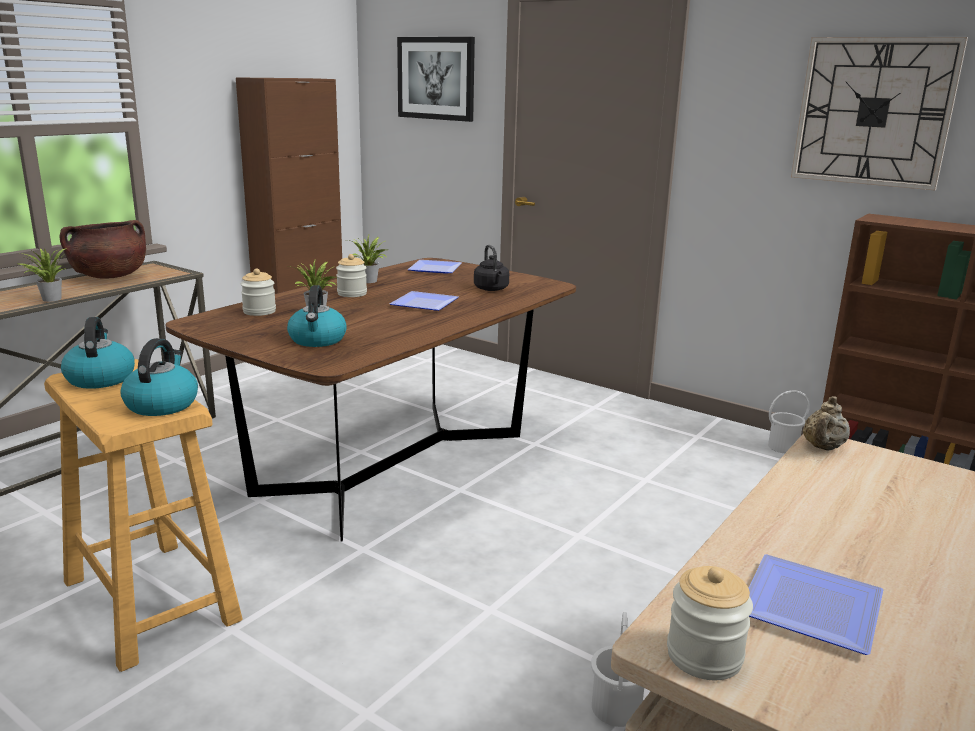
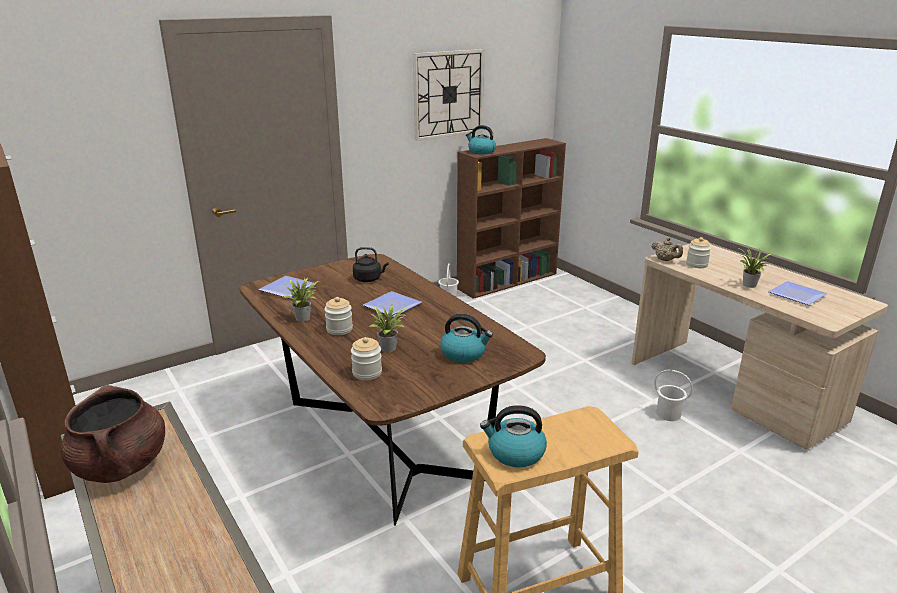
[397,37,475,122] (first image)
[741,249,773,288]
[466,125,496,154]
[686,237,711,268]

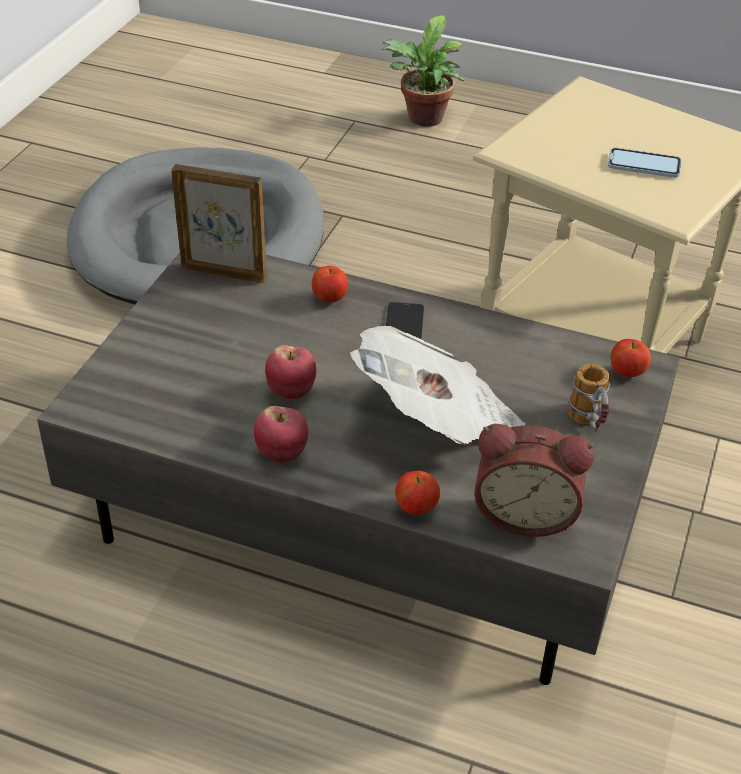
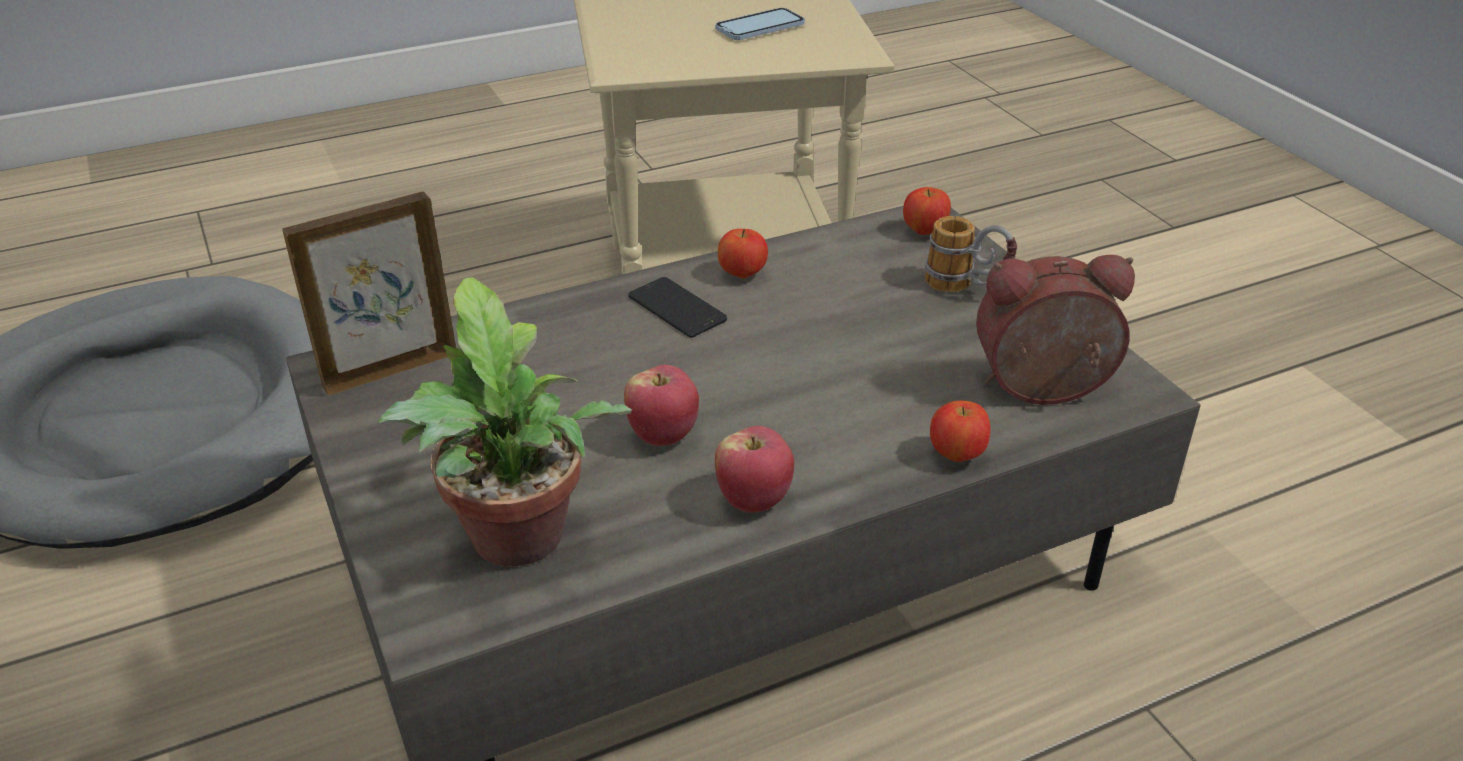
[350,326,525,445] (first image)
[718,229,768,279]
[378,277,632,567]
[976,255,1135,405]

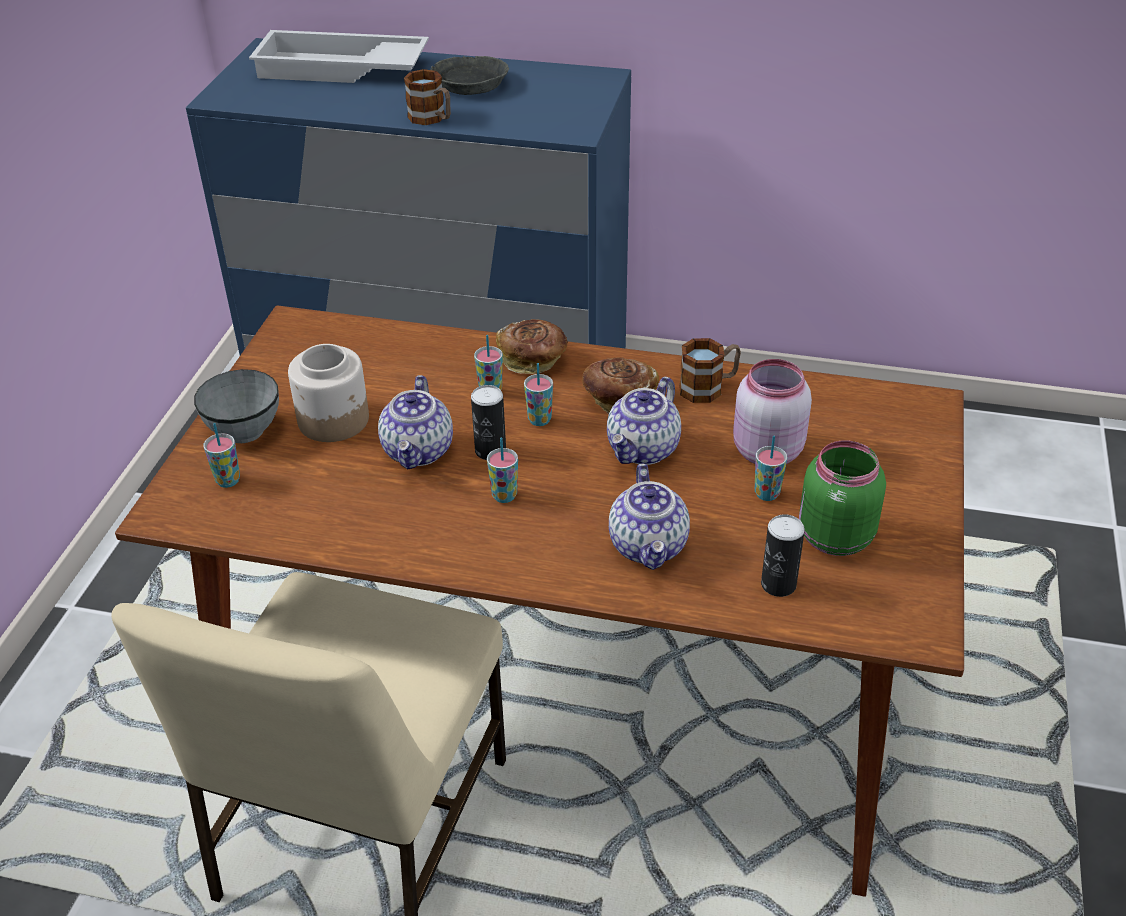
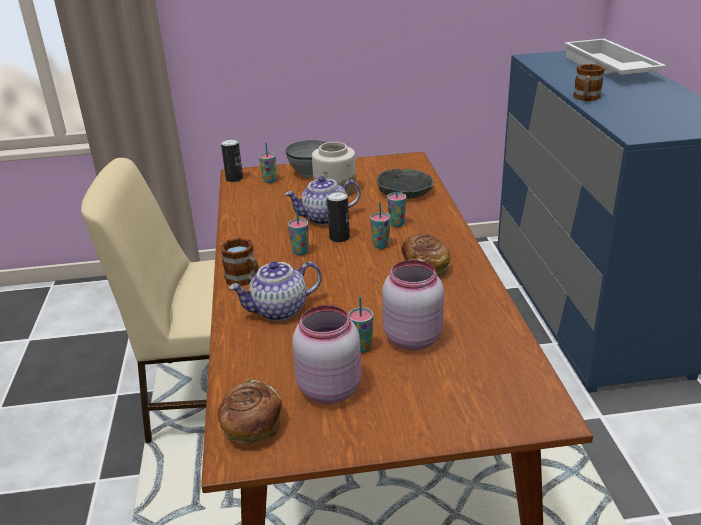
[607,377,681,465] (first image)
[376,169,434,199]
[218,379,282,443]
[220,238,258,286]
[221,138,243,182]
[292,305,361,404]

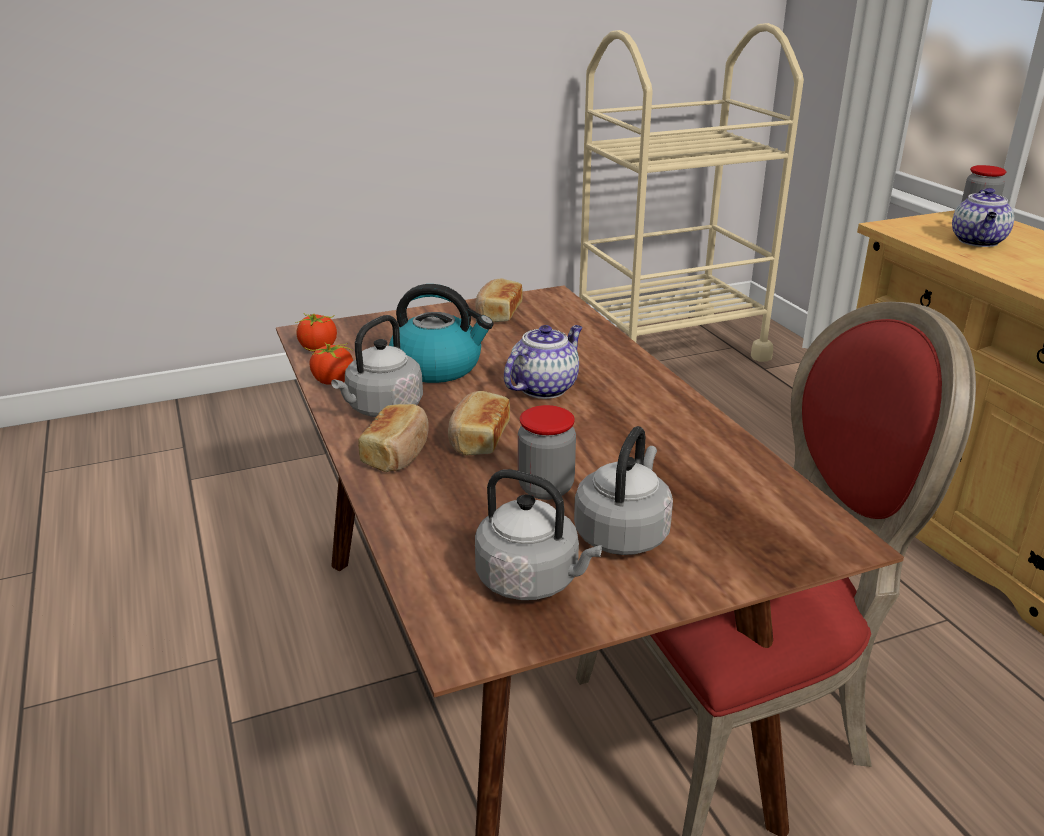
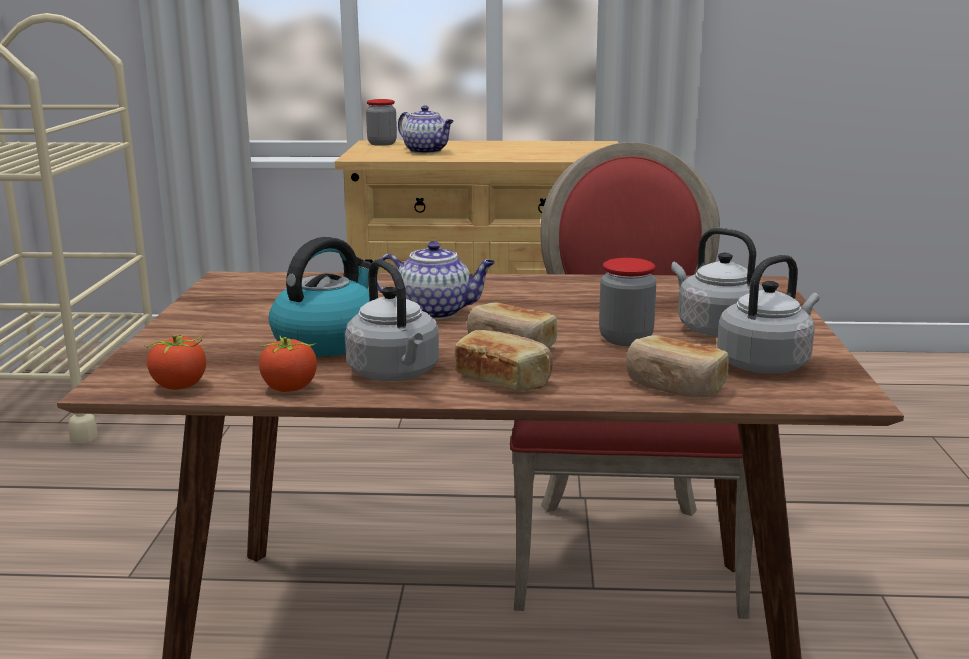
[626,335,729,397]
[377,241,496,320]

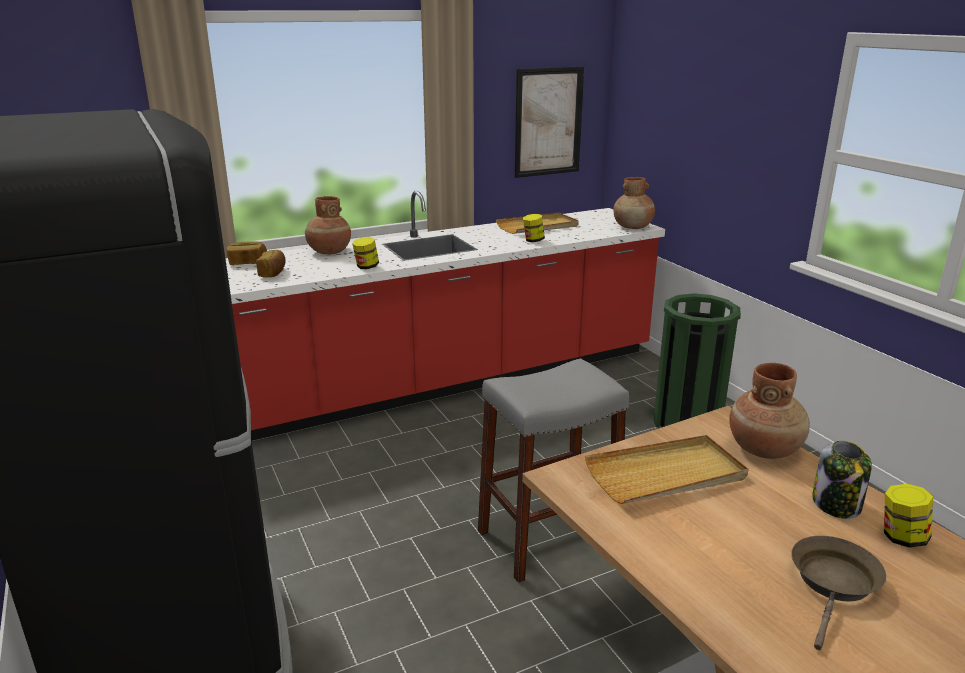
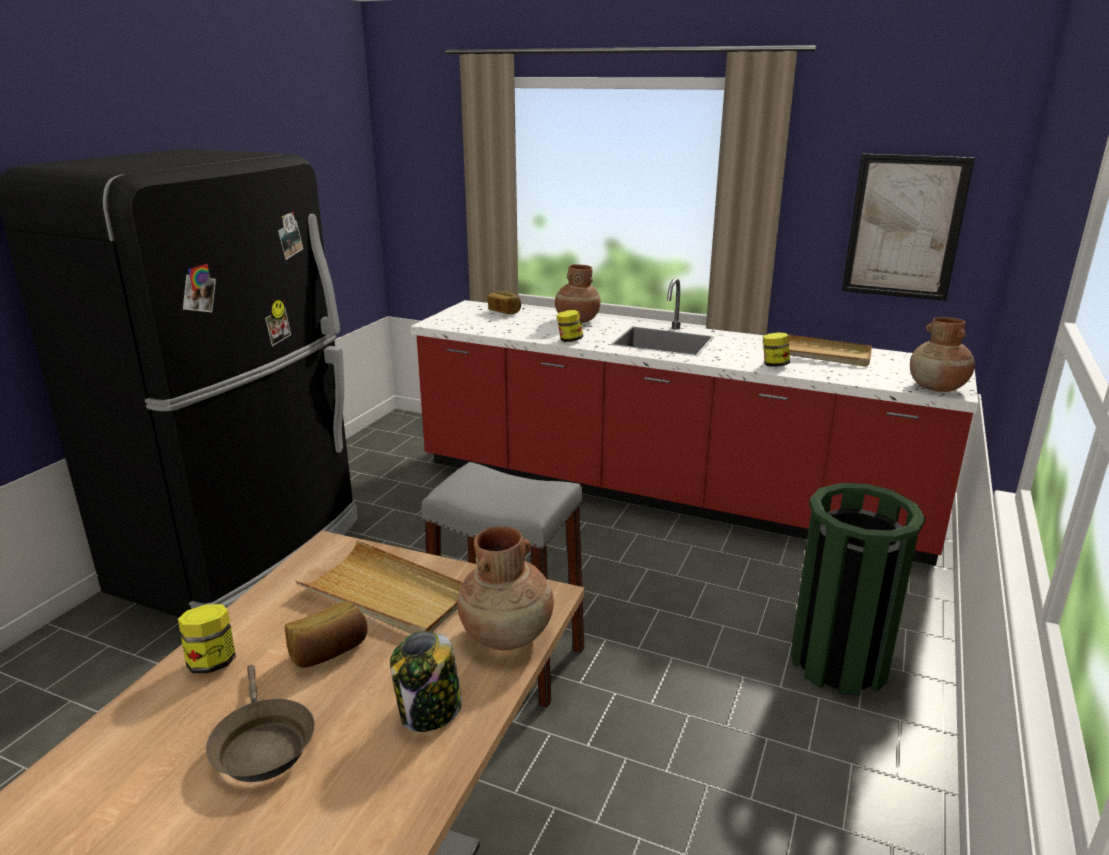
[285,601,368,668]
[178,604,236,673]
[206,665,315,782]

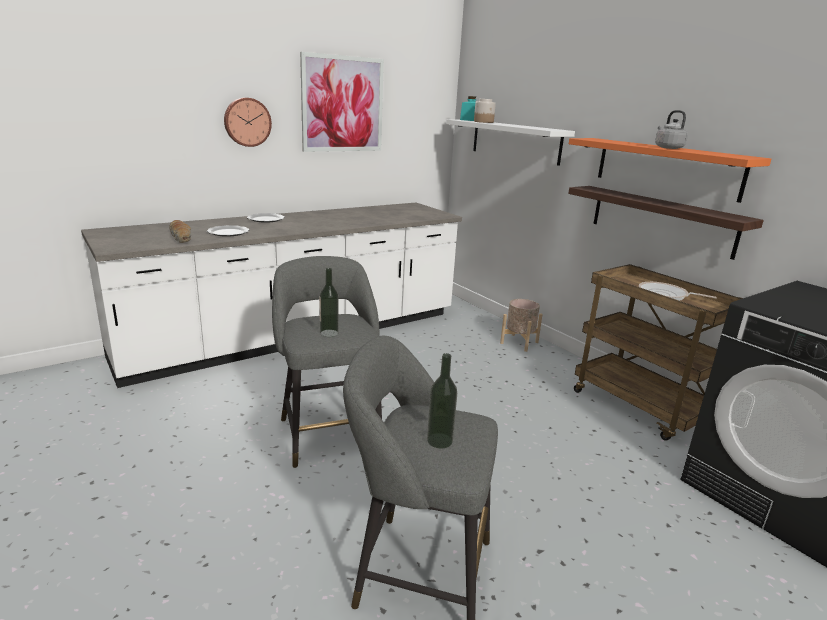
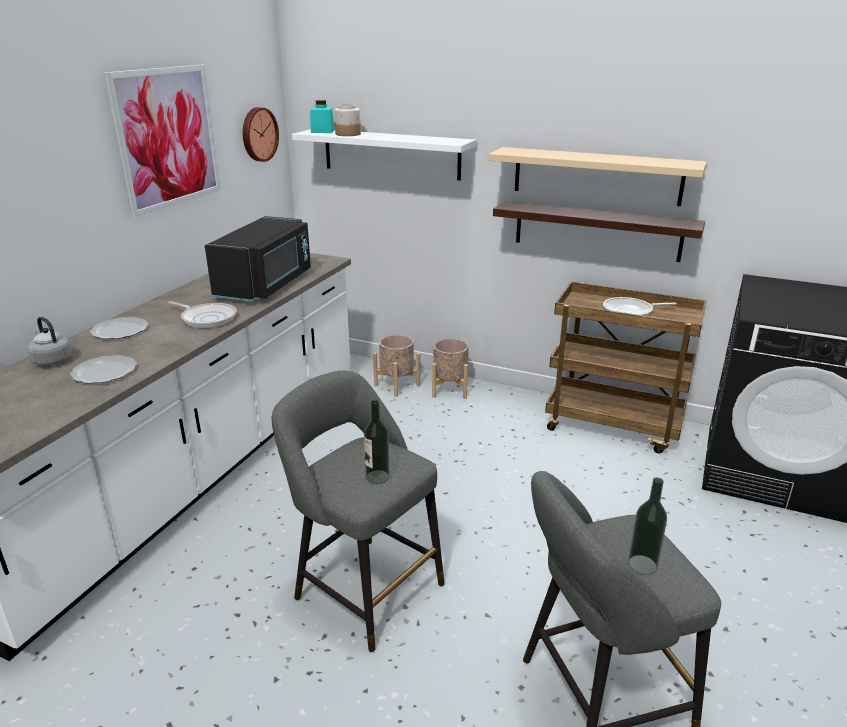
[169,220,191,243] (first image)
[167,301,237,328]
[205,216,311,302]
[373,335,420,397]
[243,107,279,162]
[28,317,72,366]
[488,147,707,206]

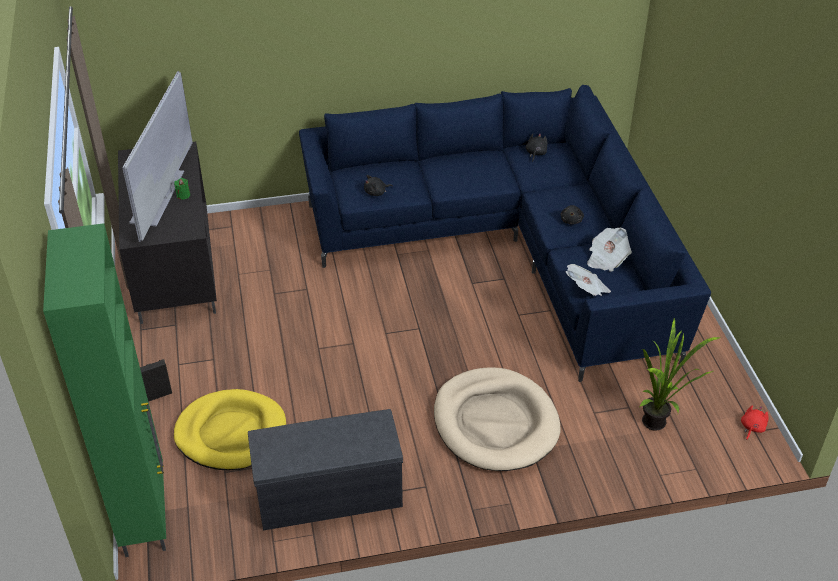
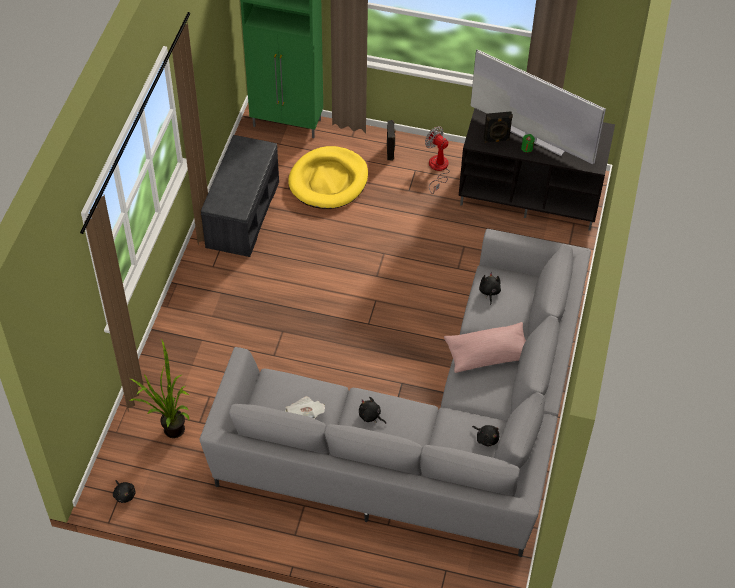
[434,367,561,471] (first image)
[565,264,611,296] (first image)
[425,126,450,194]
[444,322,526,373]
[484,111,513,143]
[200,229,591,557]
[113,480,136,503]

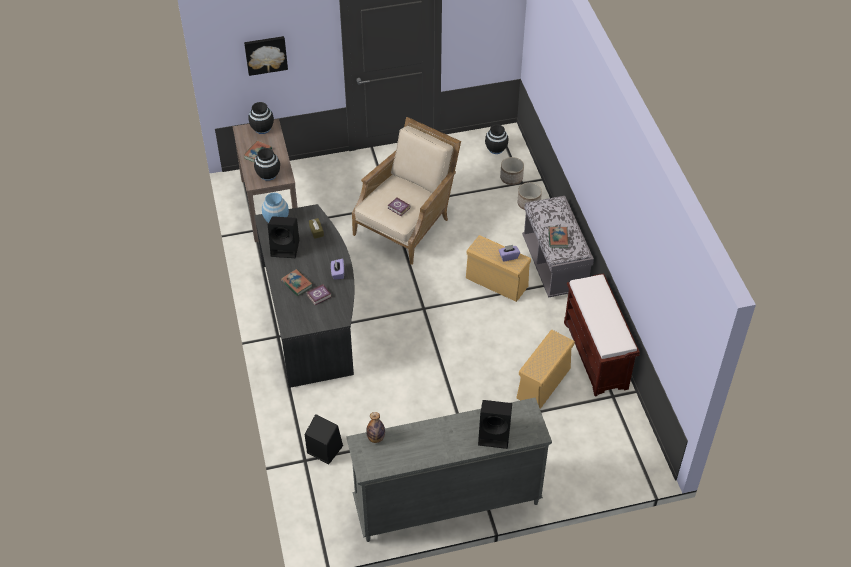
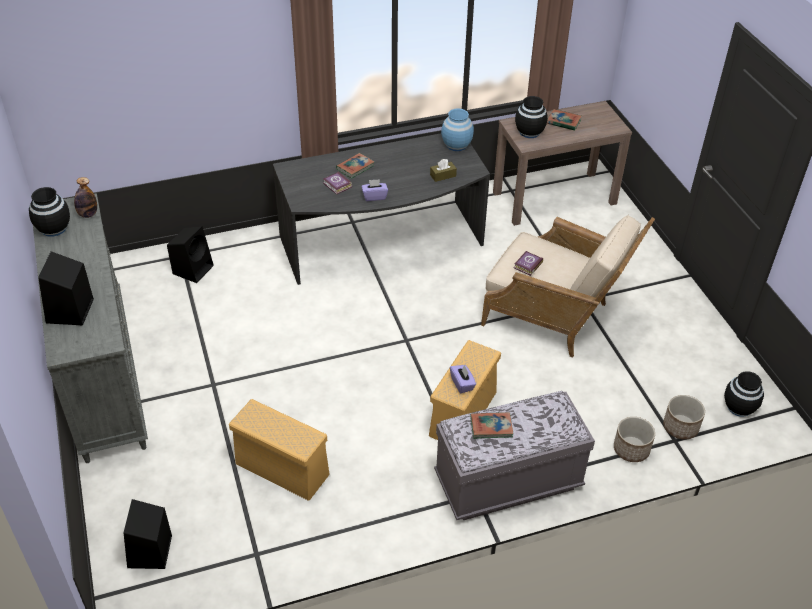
[244,36,288,76] (first image)
[564,273,640,396] (first image)
[29,187,70,237]
[124,499,172,569]

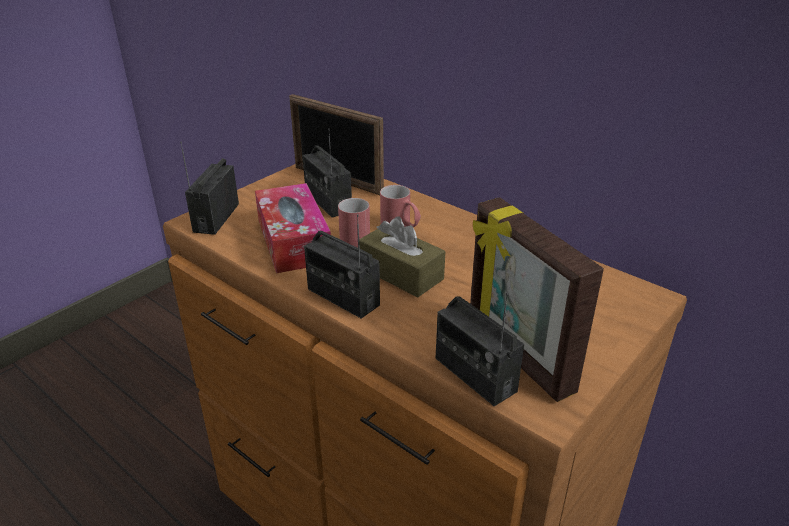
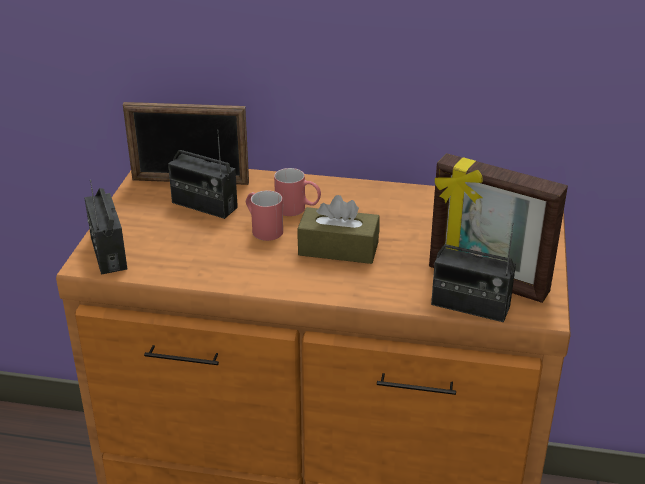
[255,183,331,273] (first image)
[304,214,380,318] (first image)

